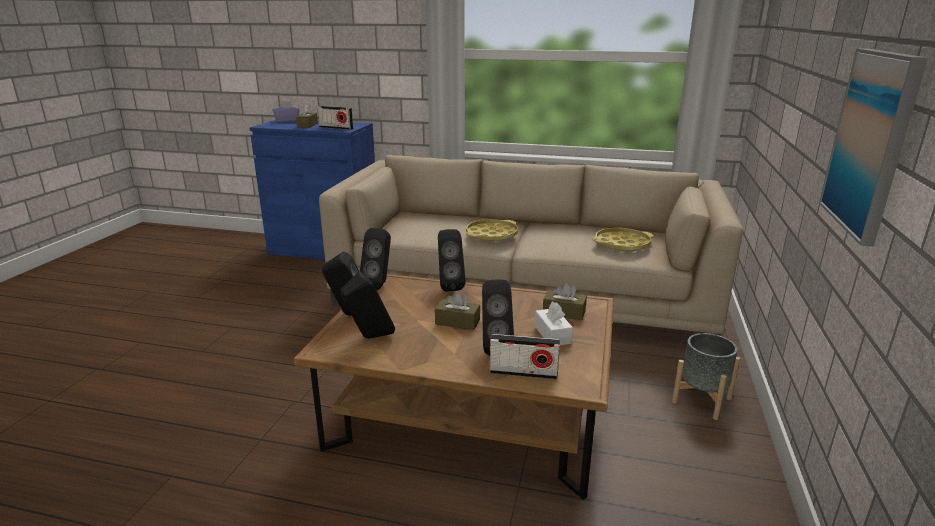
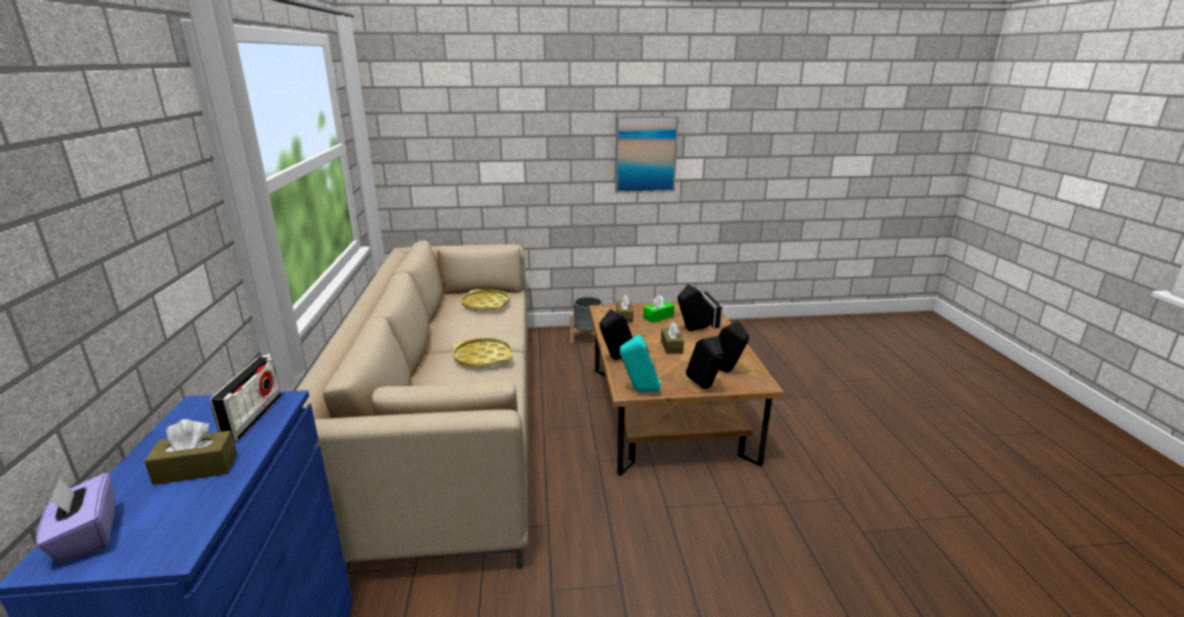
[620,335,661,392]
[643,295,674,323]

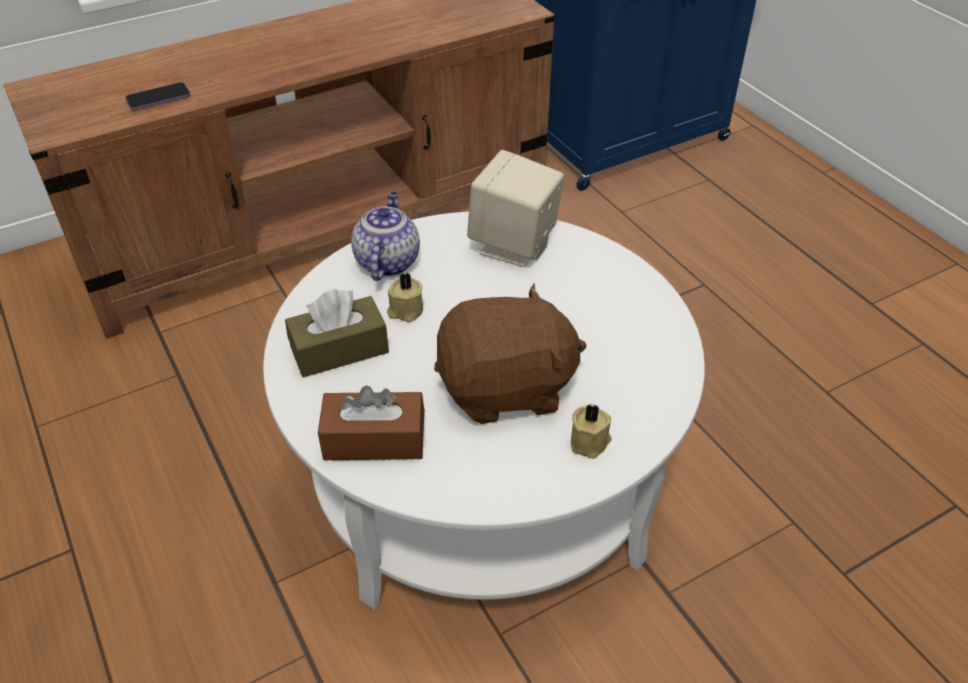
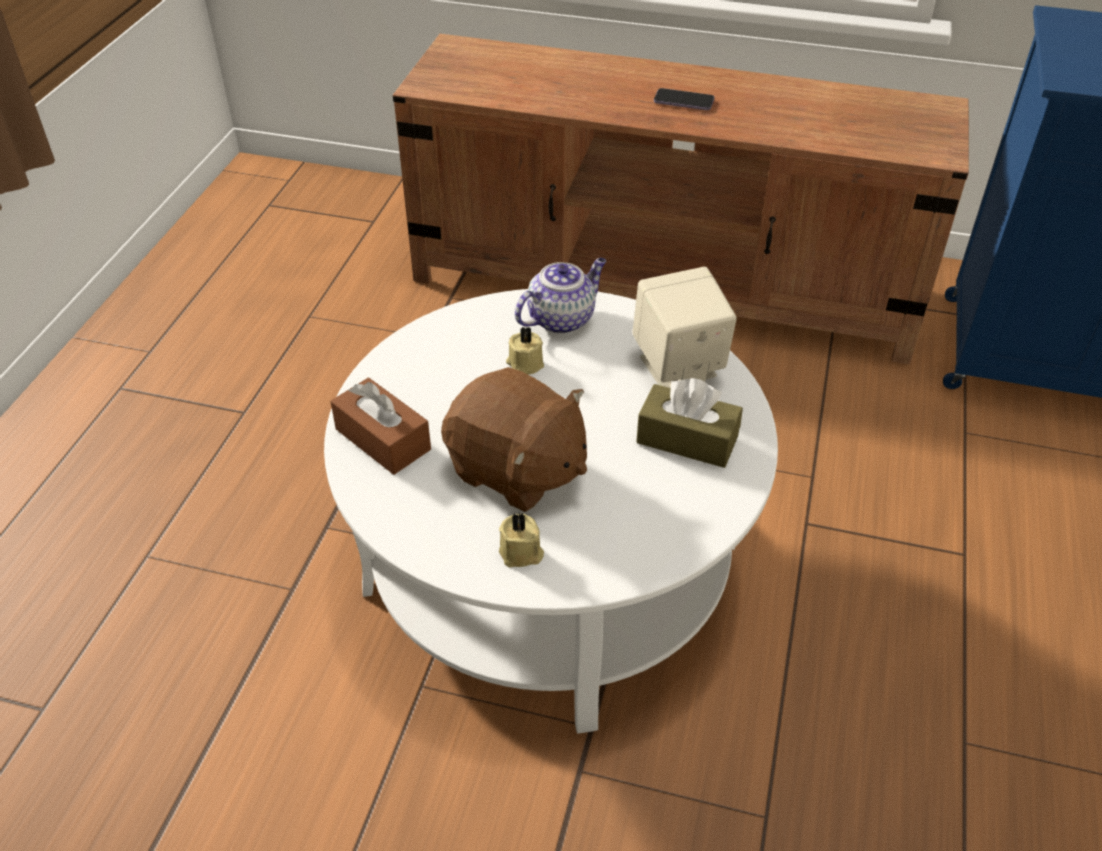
[654,88,714,110]
[636,378,743,468]

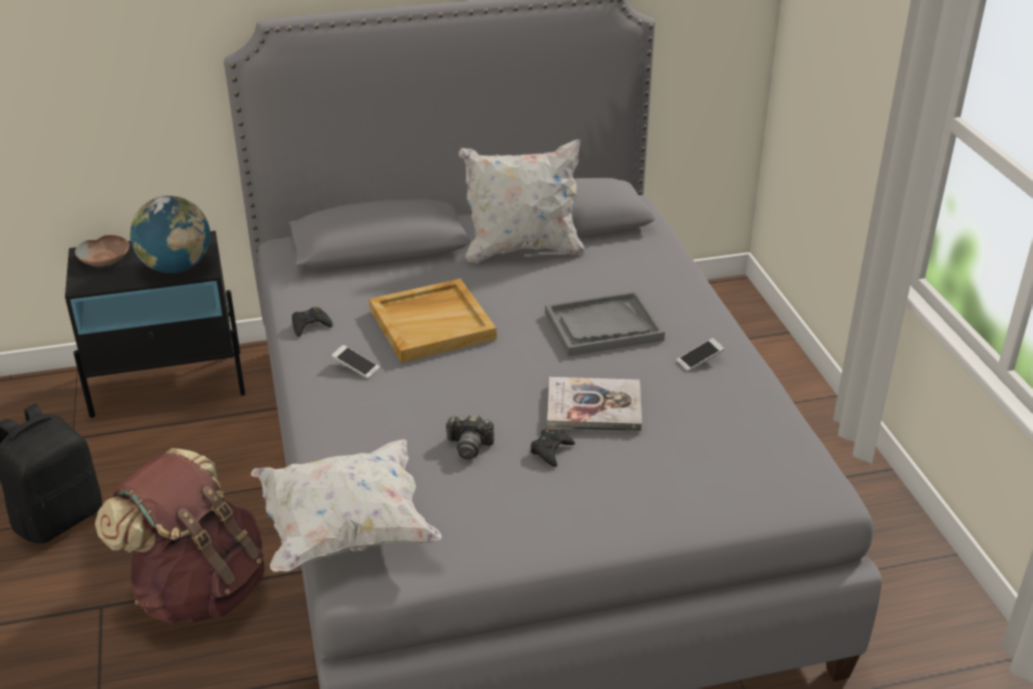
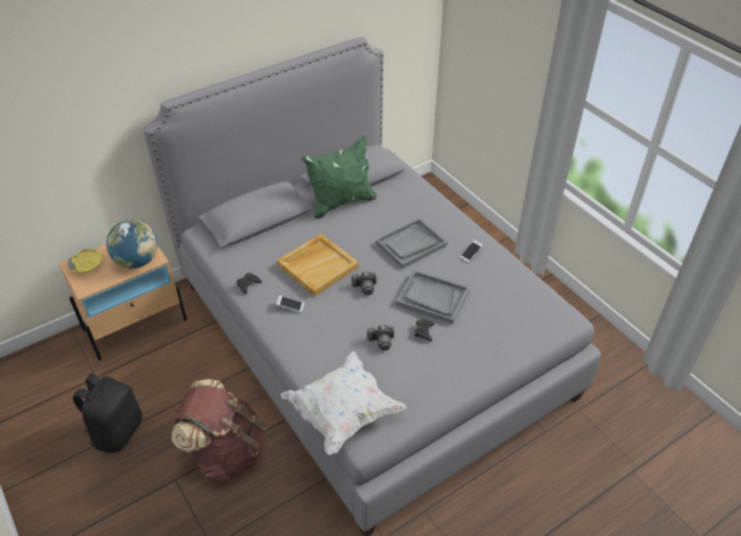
[351,271,377,295]
[396,270,470,324]
[59,245,187,360]
[68,249,102,273]
[301,135,377,219]

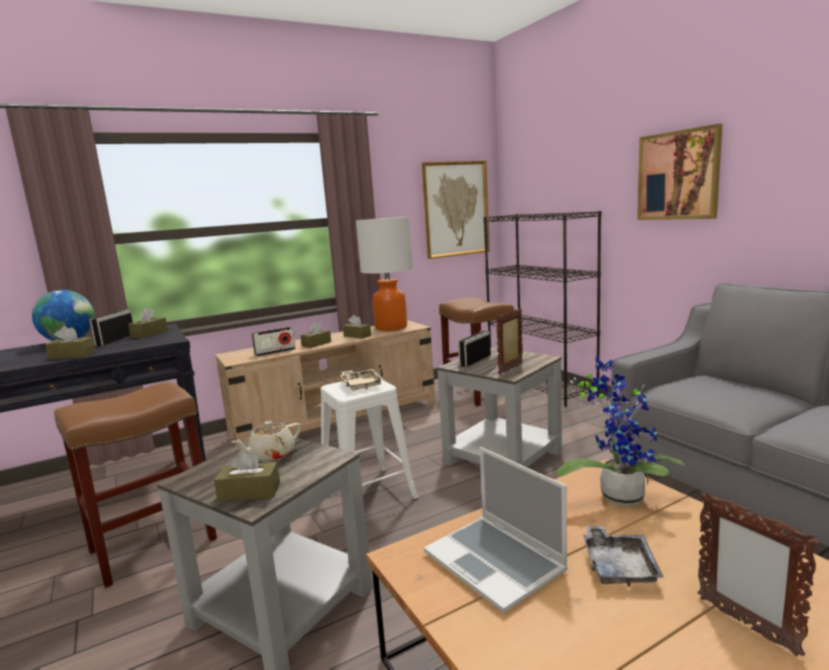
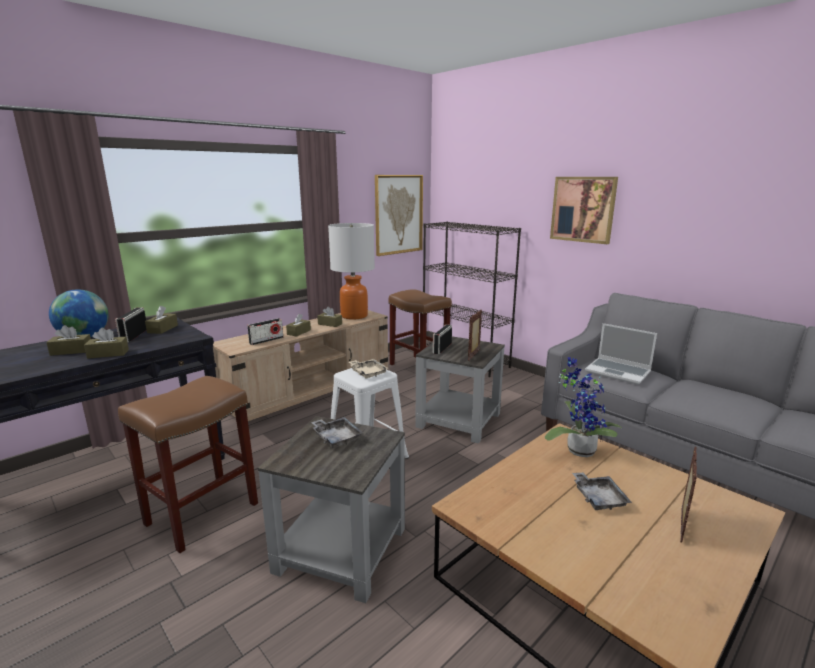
[46,325,91,356]
[585,323,657,385]
[311,417,363,448]
[680,447,697,542]

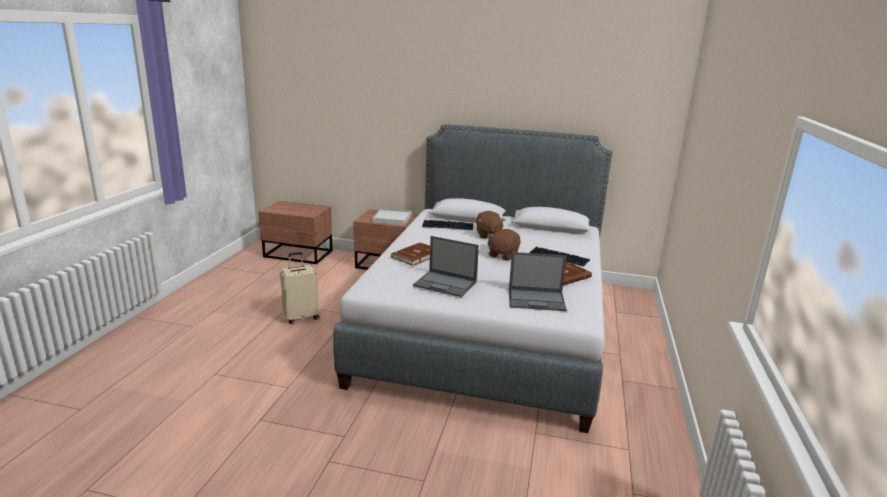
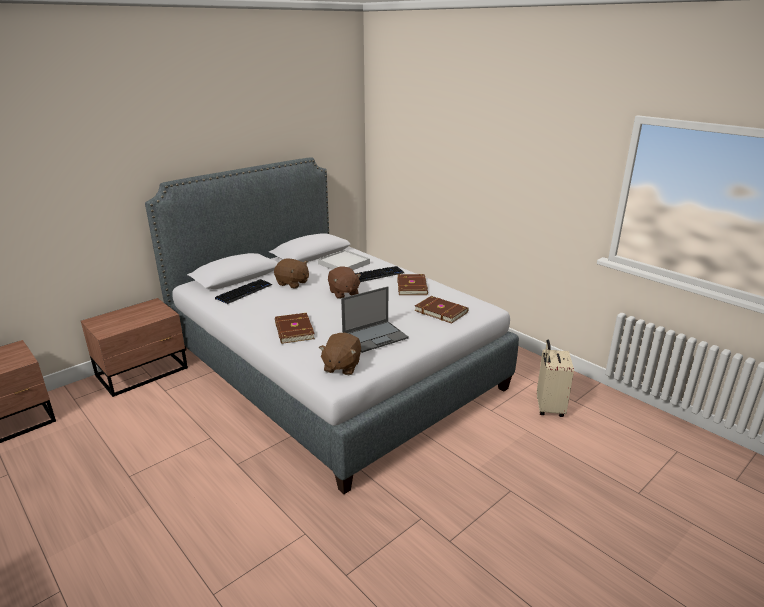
[319,333,361,375]
[537,340,574,417]
[318,250,370,270]
[414,296,469,324]

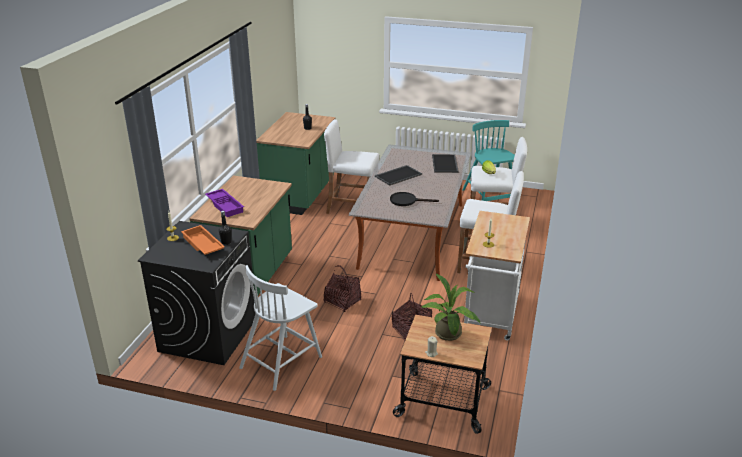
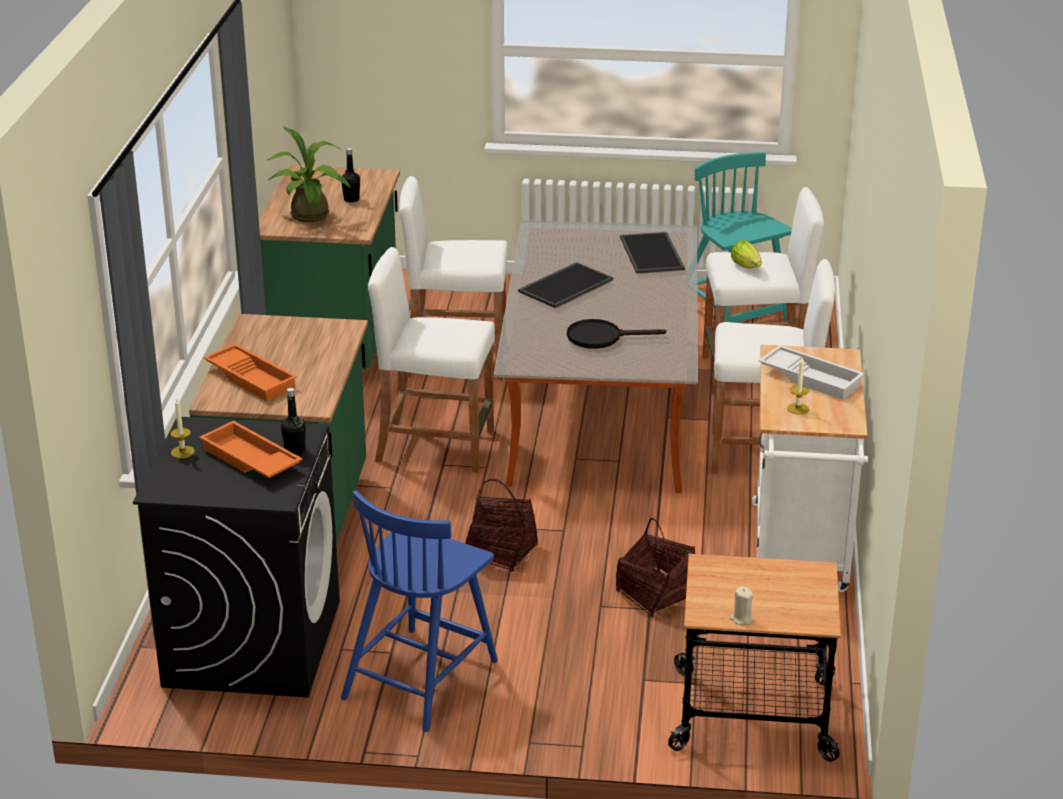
[368,247,495,473]
[759,345,864,400]
[267,127,351,222]
[203,344,297,401]
[341,490,498,732]

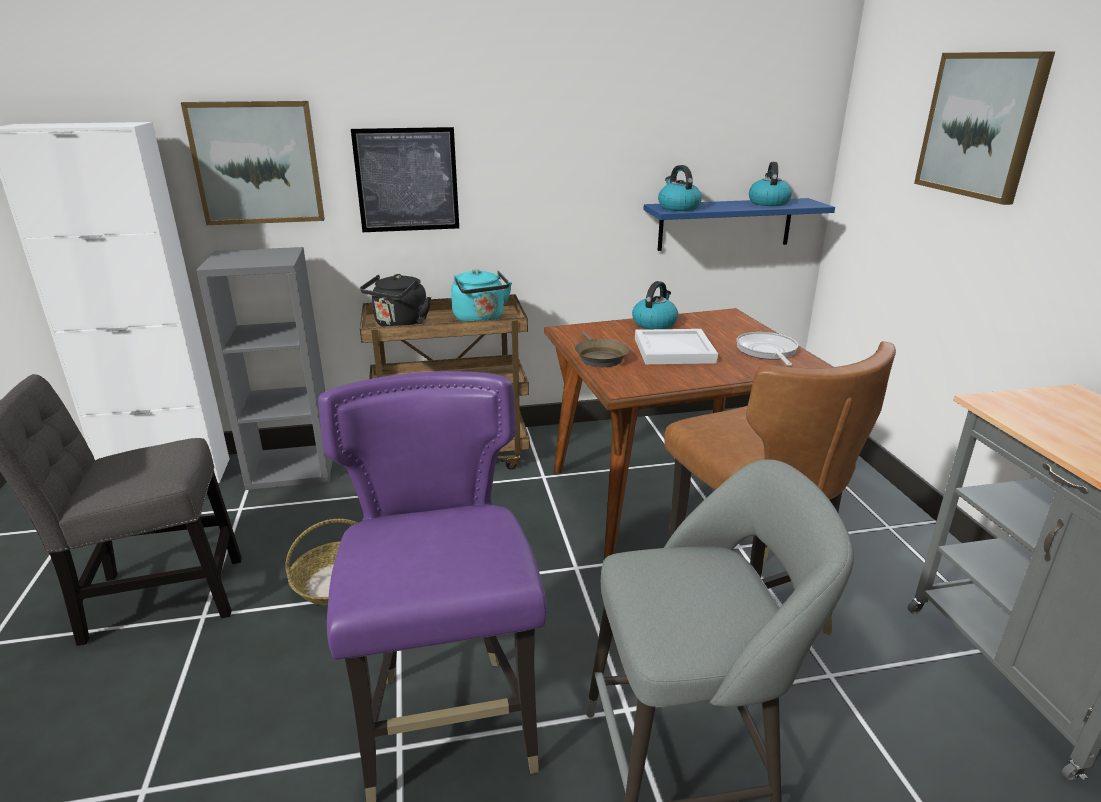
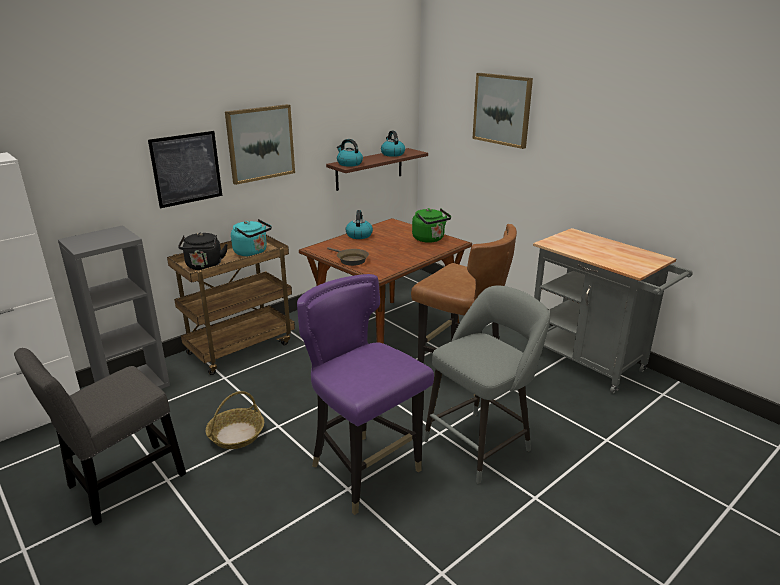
[635,329,718,364] (first image)
[225,104,295,185]
[412,208,451,243]
[326,148,428,191]

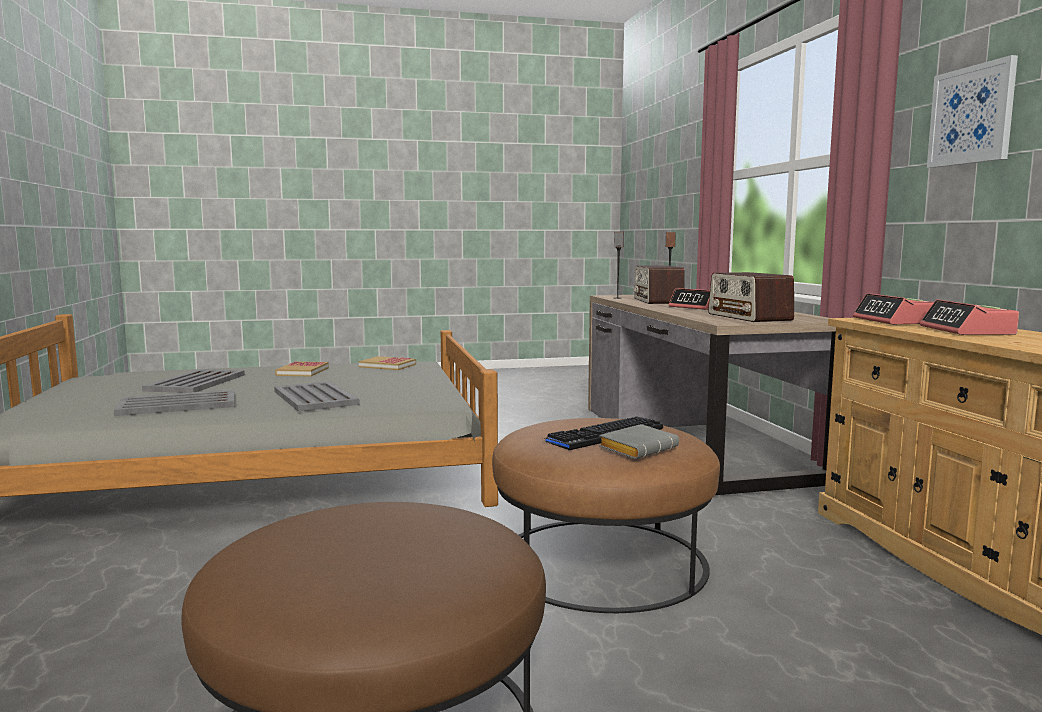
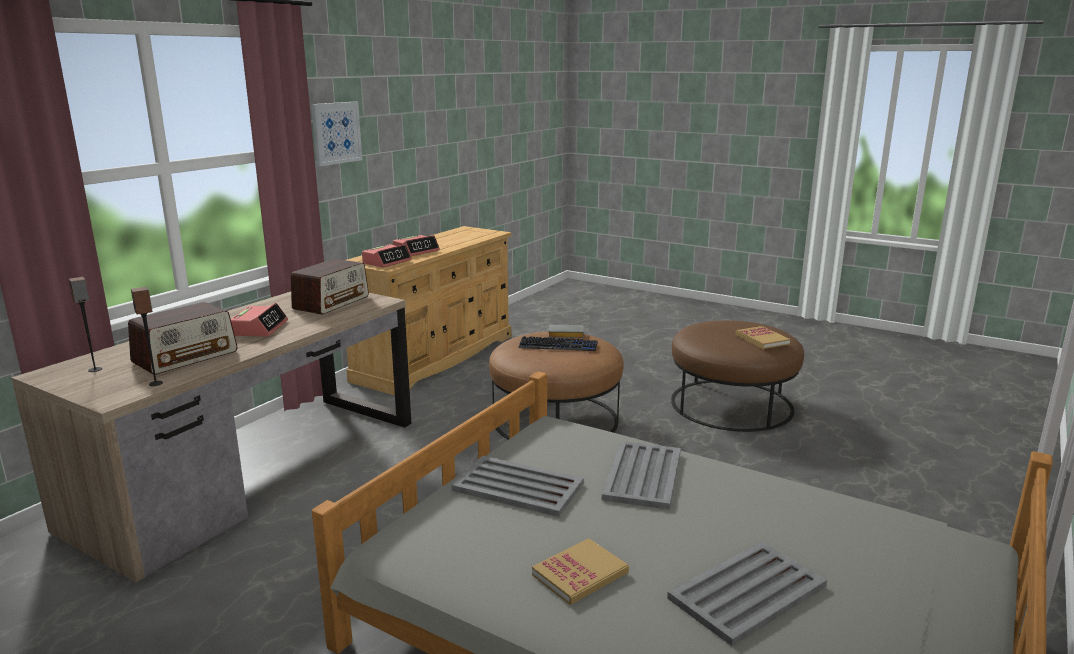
[451,456,584,517]
[735,326,790,349]

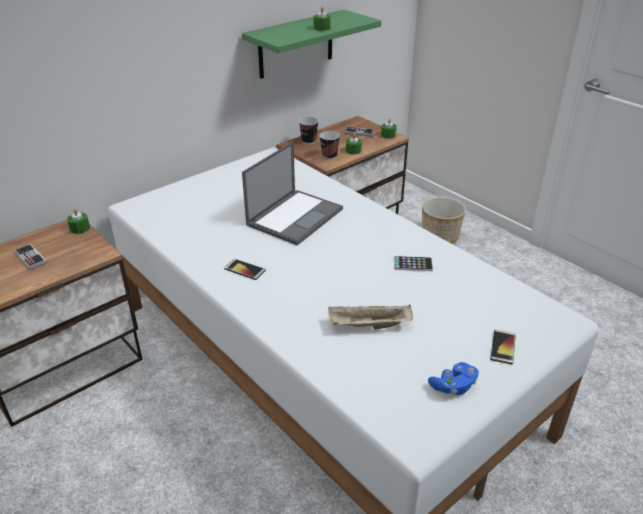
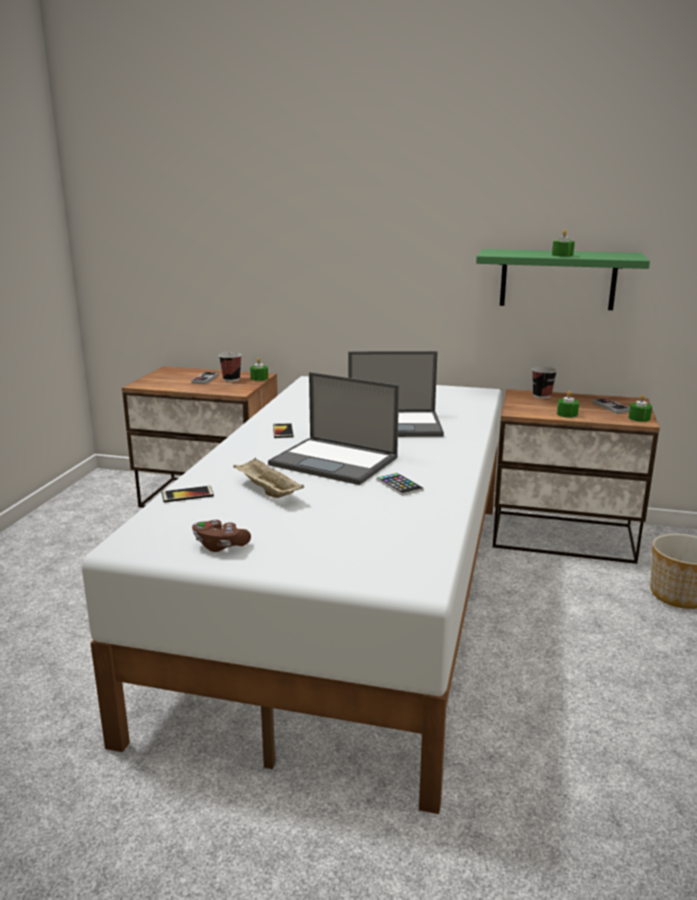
[268,372,399,485]
[219,352,242,382]
[162,486,214,503]
[192,519,251,552]

